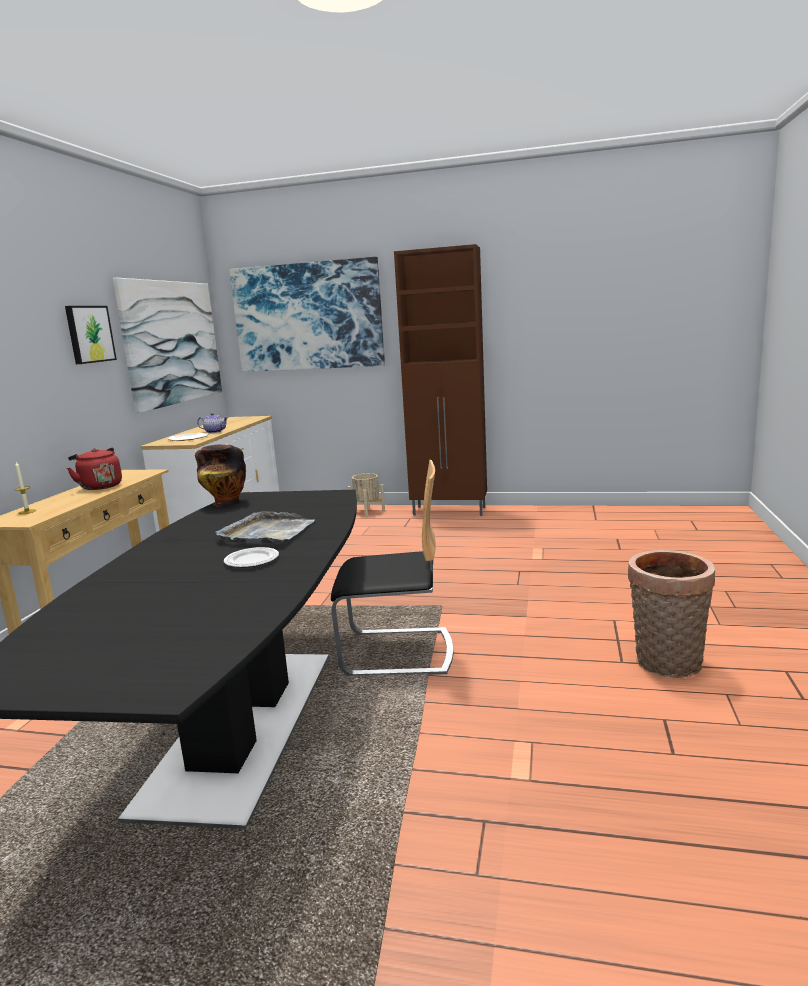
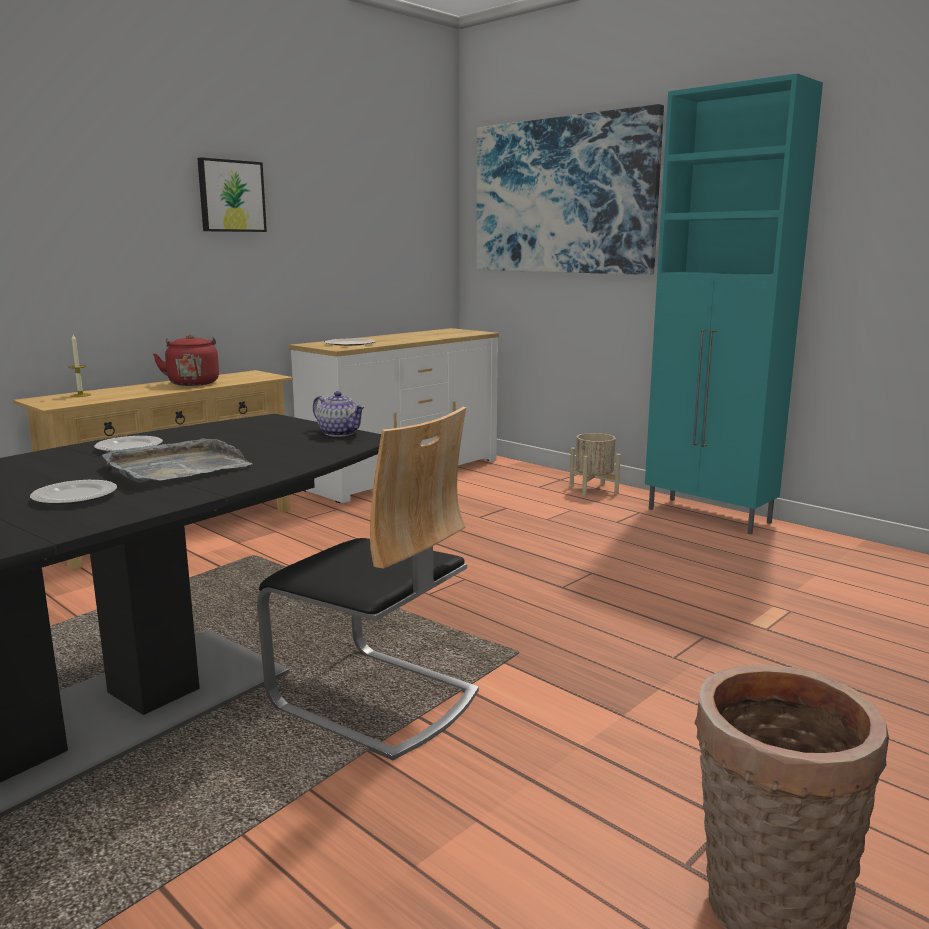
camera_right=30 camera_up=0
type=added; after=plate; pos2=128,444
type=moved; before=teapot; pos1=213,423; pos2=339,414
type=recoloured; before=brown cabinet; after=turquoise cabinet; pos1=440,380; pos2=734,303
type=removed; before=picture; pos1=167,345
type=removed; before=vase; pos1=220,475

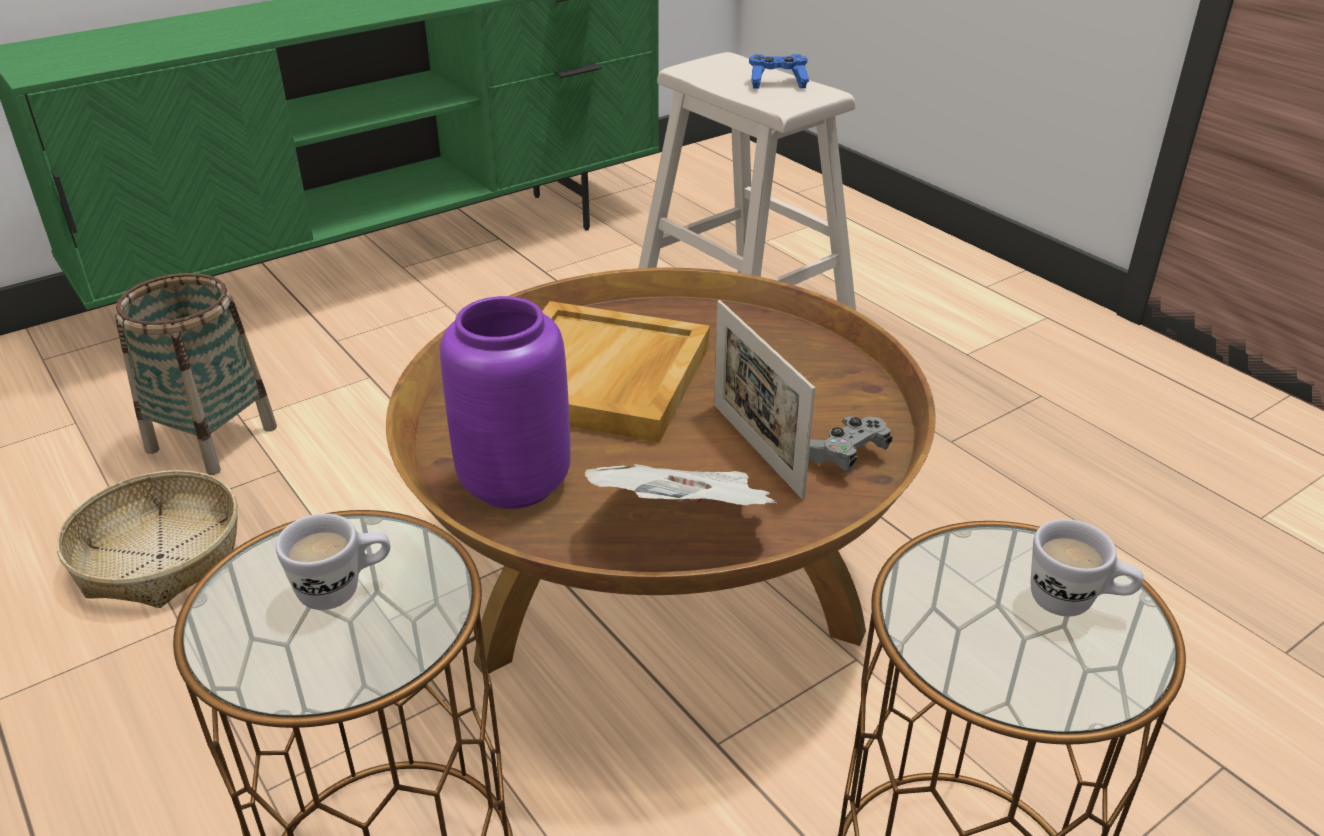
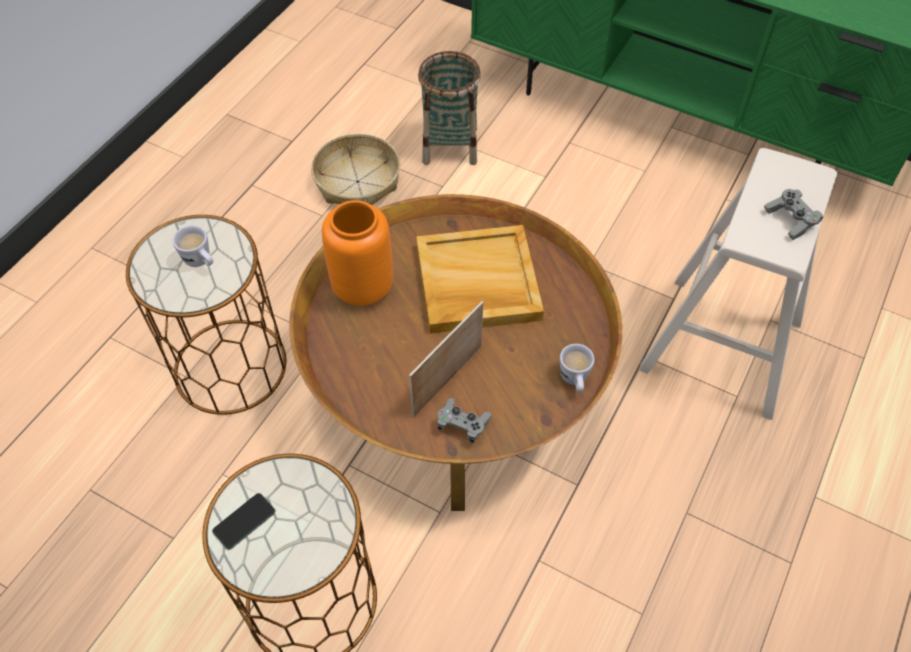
camera_right=65 camera_up=20
type=added; after=phone; pos2=243,521
type=recoloured; before=purple vase; after=orange vase; pos1=505,402; pos2=357,253
type=moved; before=white mug; pos1=1087,567; pos2=577,368
type=recoloured; before=blue game controller; after=grey game controller; pos1=779,71; pos2=793,214
type=removed; before=newspaper; pos1=681,484

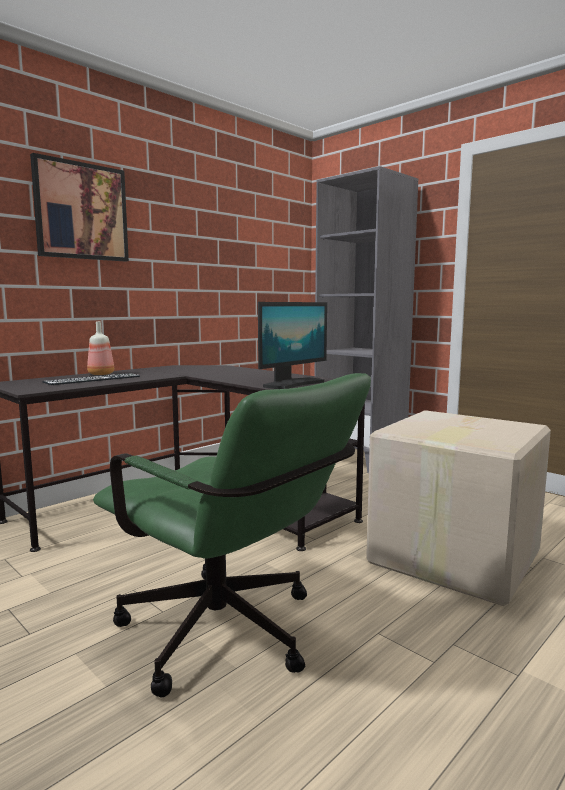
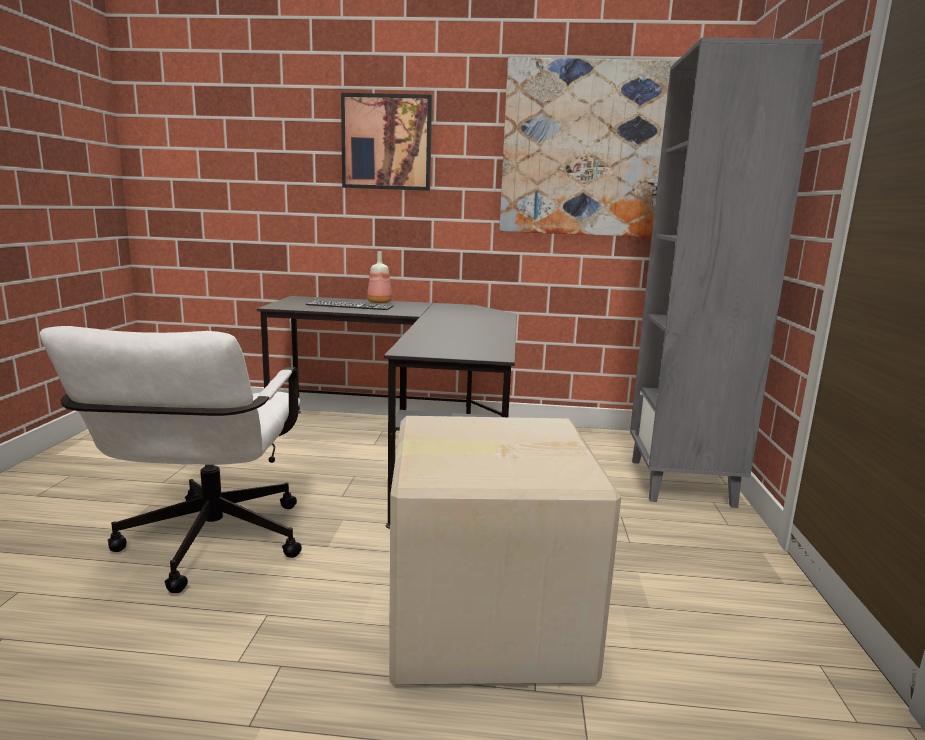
camera_right=50 camera_up=5
type=recoloured; before=green office chair; after=white office chair; pos1=232,535; pos2=171,459
type=added; after=picture; pos2=588,147
type=removed; before=monitor; pos1=292,345

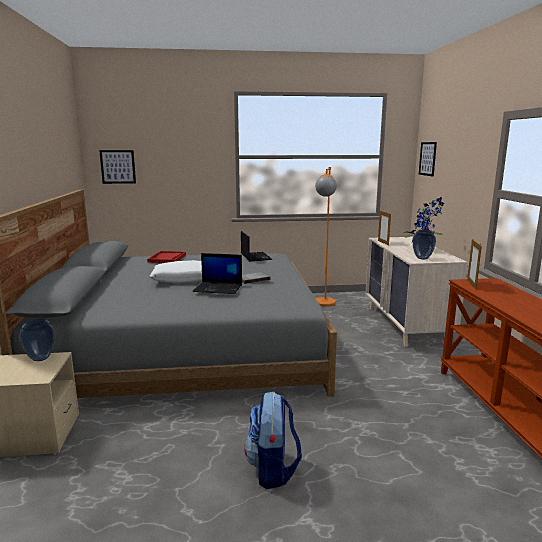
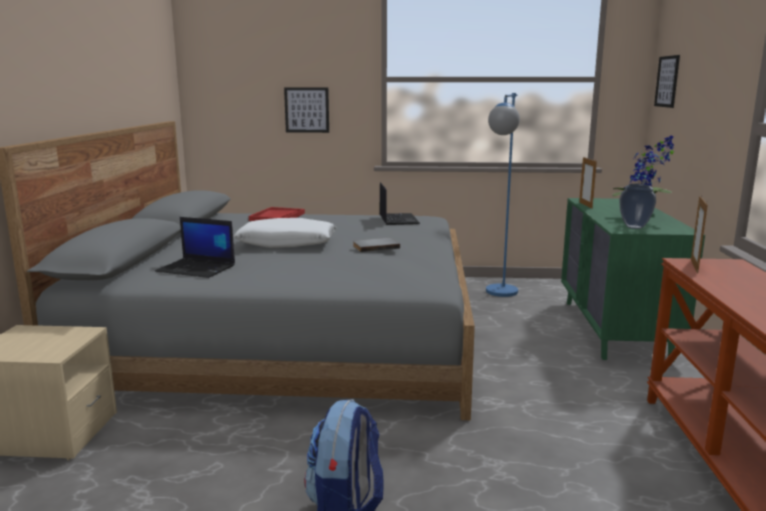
camera_right=10 camera_up=0
type=moved; before=laptop; pos1=217,273; pos2=195,247
type=moved; before=picture; pos1=117,167; pos2=306,110
type=recoloured; before=orange floor lamp; after=blue floor lamp; pos1=326,237; pos2=503,195
type=recoloured; before=beige dresser; after=green dresser; pos1=416,292; pos2=633,280
type=removed; before=vase; pos1=37,339

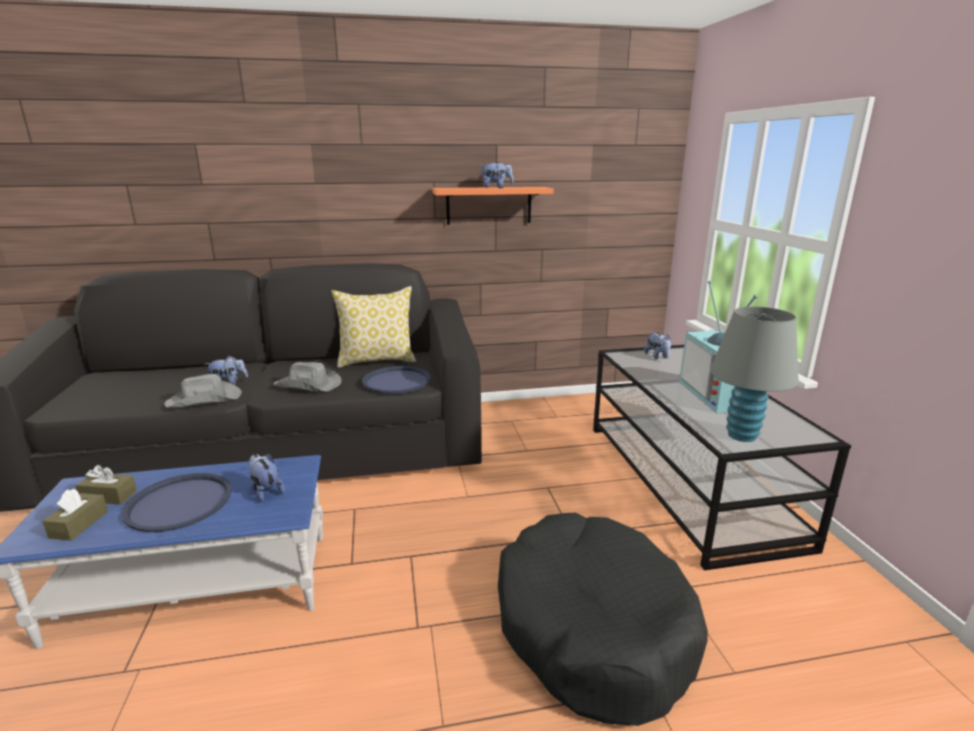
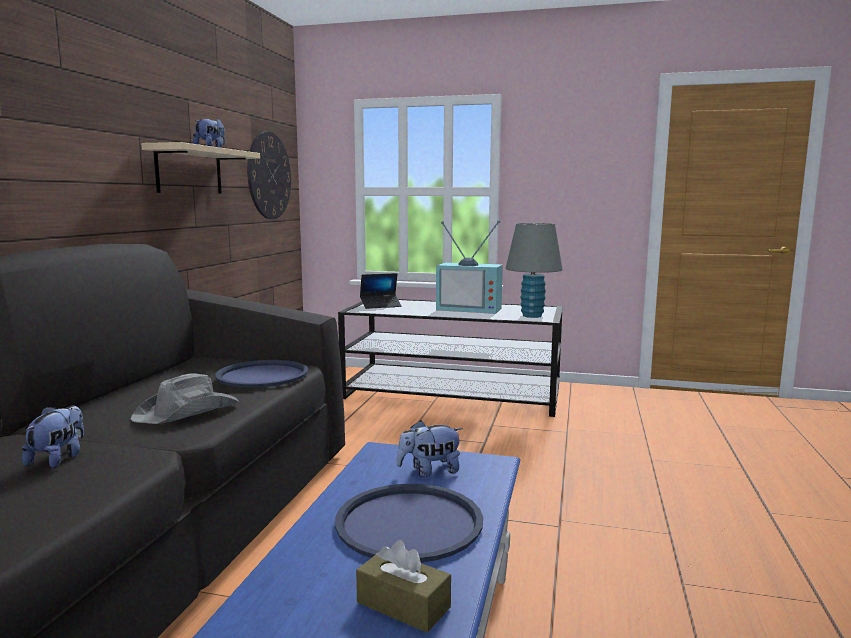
camera_right=-65 camera_up=-10
type=recoloured; before=orange shelf; after=beige shelf; pos1=493,206; pos2=200,168
type=added; after=wall clock; pos2=269,175
type=replaced; before=plush toy; after=laptop; pos1=657,345; pos2=381,291
type=removed; before=brown tissue box; pos1=106,484
type=removed; before=grey hat; pos1=203,391
type=removed; before=pillow; pos1=373,327
type=removed; before=black dog bed; pos1=603,619

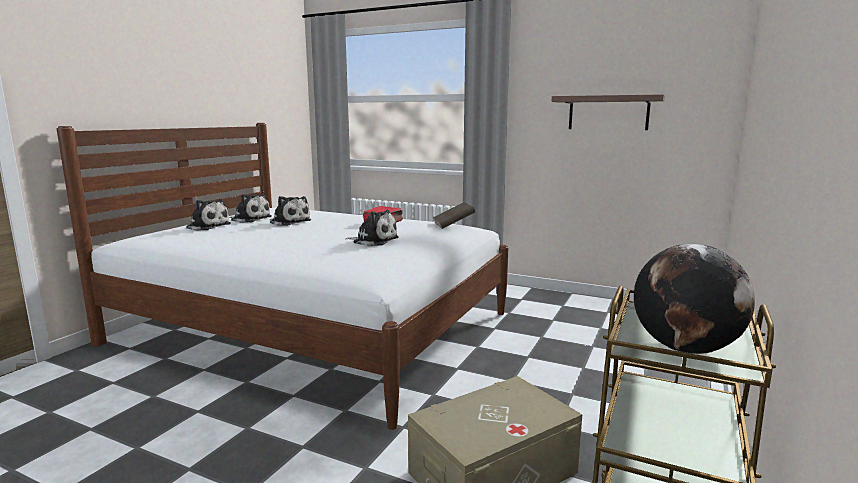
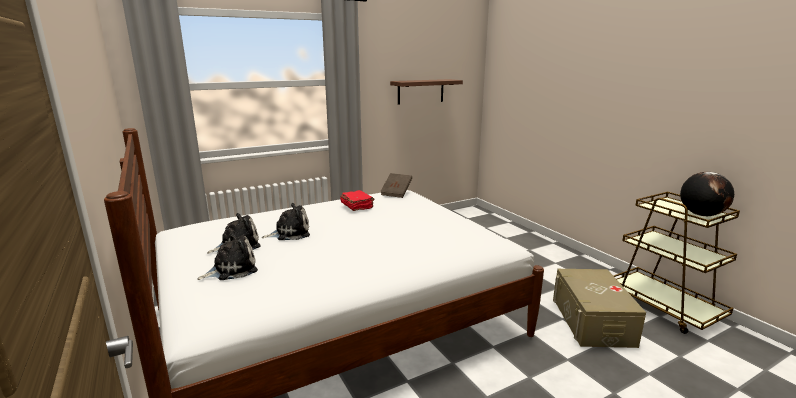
camera_right=-55 camera_up=5
type=removed; before=plush toy; pos1=373,228

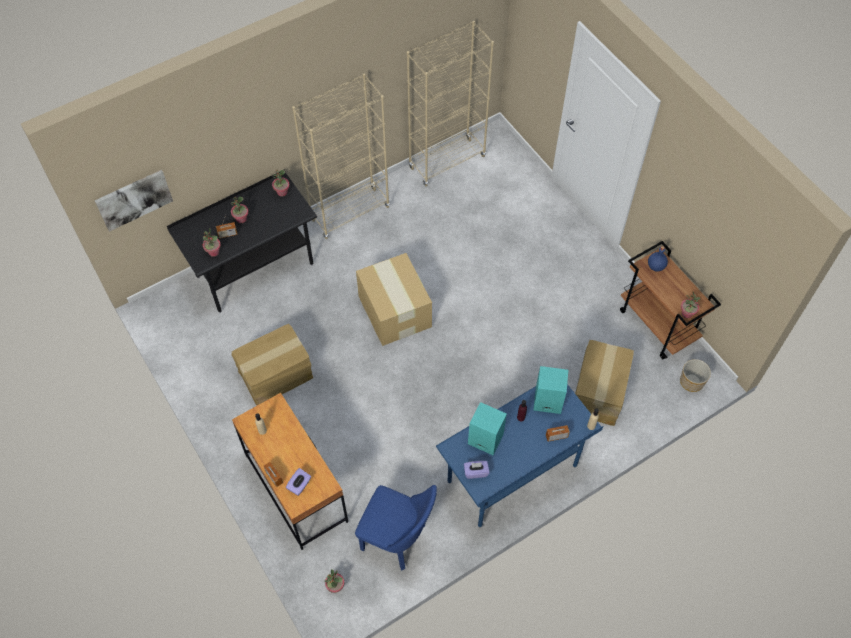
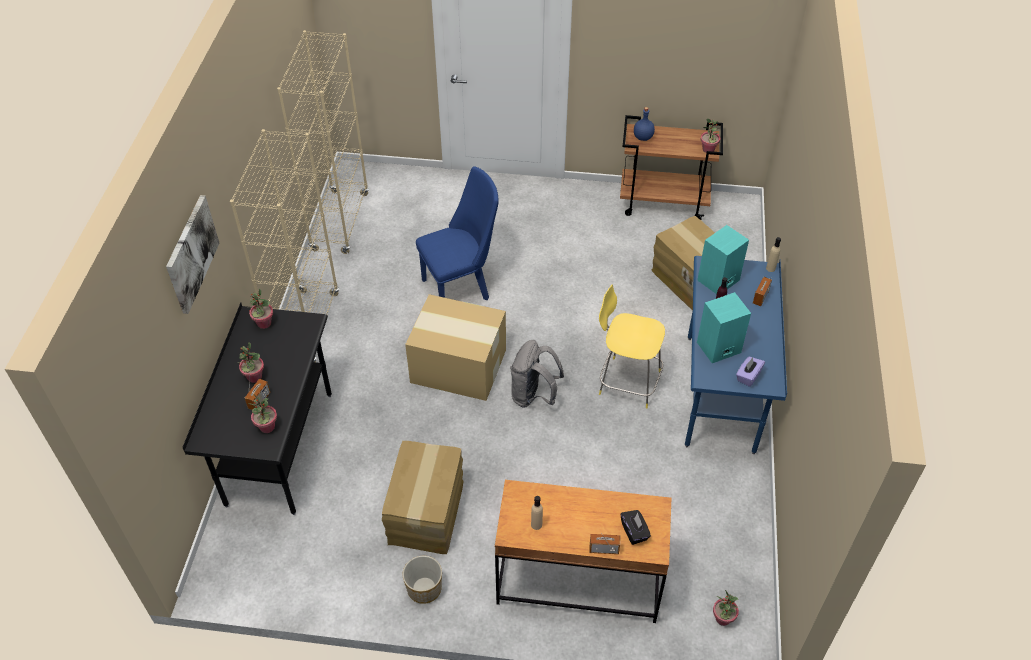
camera_right=-50 camera_up=-10
type=moved; before=picture; pos1=134,201; pos2=192,254
type=moved; before=planter; pos1=695,375; pos2=422,580
type=moved; before=blue chair; pos1=396,528; pos2=457,233
type=added; after=grey backpack; pos2=537,374
type=added; after=yellow stool; pos2=632,347
type=recoloured; before=purple tissue box; after=black tissue box; pos1=298,482; pos2=636,527

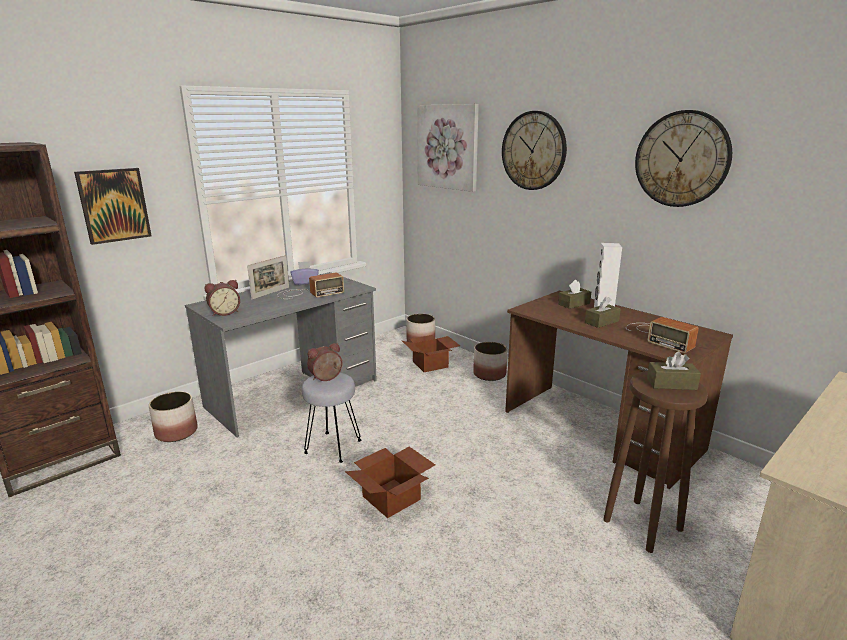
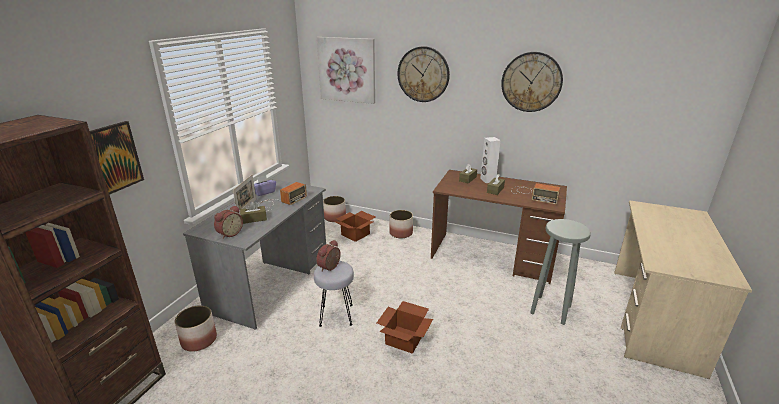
camera_right=-25 camera_up=5
type=moved; before=brown tissue box; pos1=674,371; pos2=253,212
type=recoloured; before=brown stool; after=grey stool; pos1=655,462; pos2=560,272

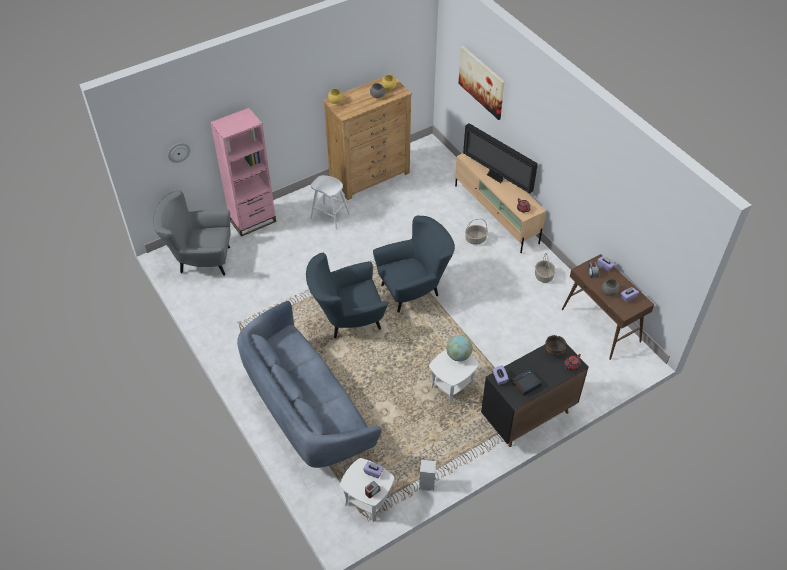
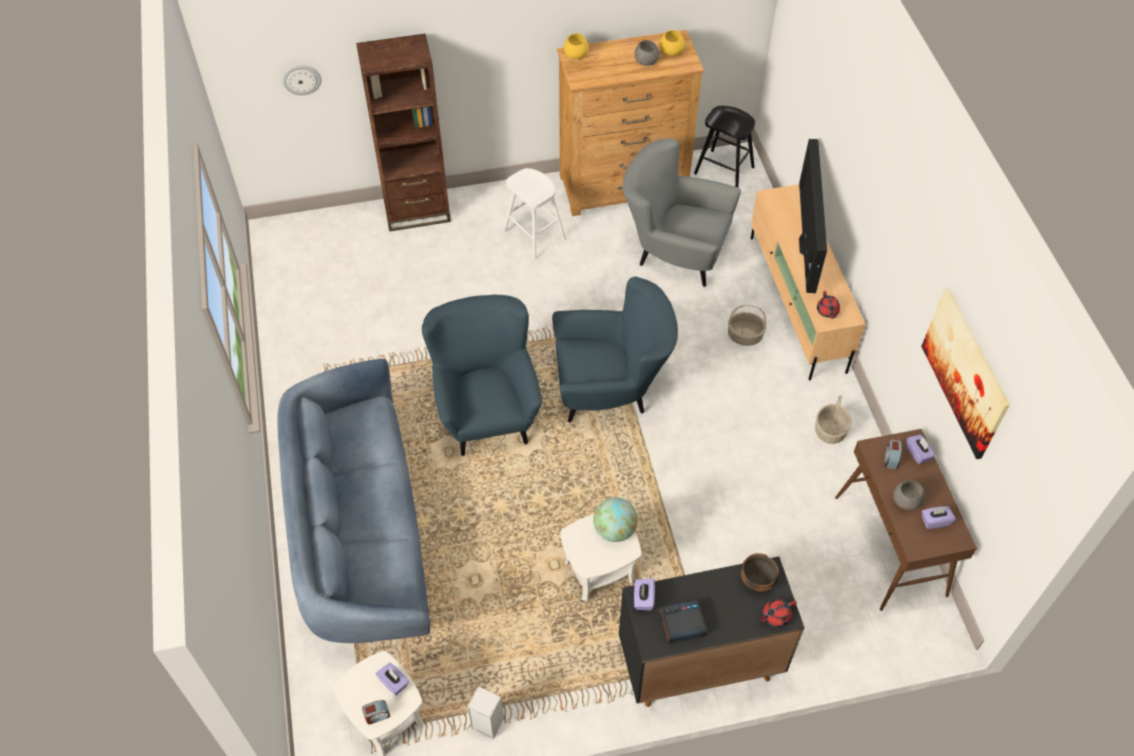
camera_right=20 camera_up=5
type=recoloured; before=pink bookcase; after=brown bookcase; pos1=243,172; pos2=403,133
type=turned; before=blue armchair; pos1=347,295; pos2=482,375; turn=75
type=moved; before=grey armchair; pos1=191,233; pos2=682,212
type=added; after=black stool; pos2=724,146
type=turned; before=television; pos1=500,158; pos2=813,216; turn=-150
type=moved; before=picture; pos1=481,83; pos2=965,373

